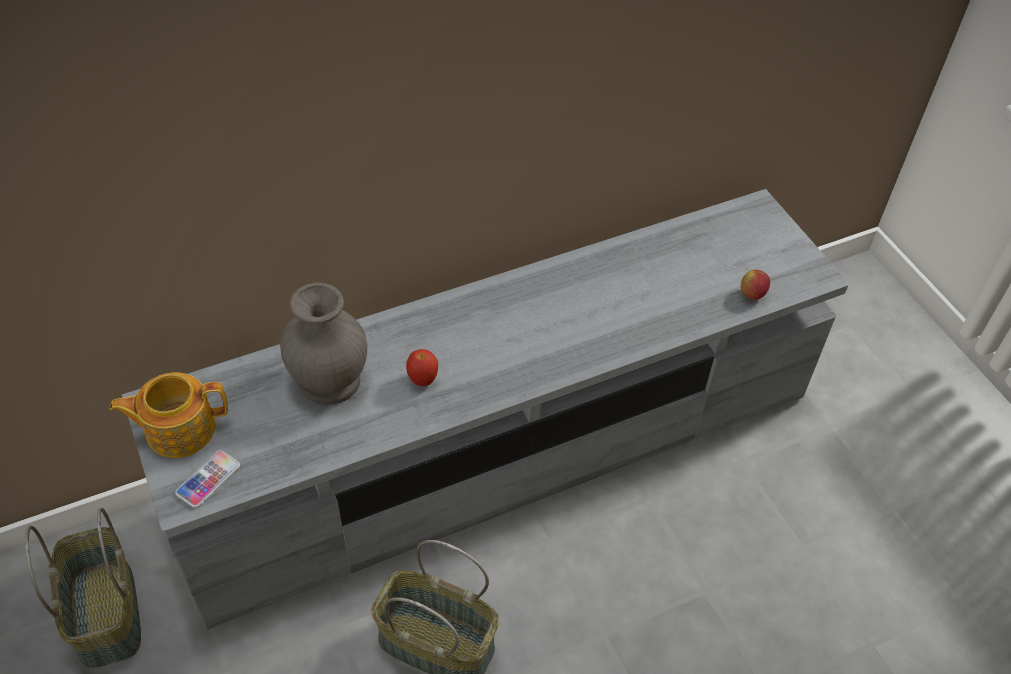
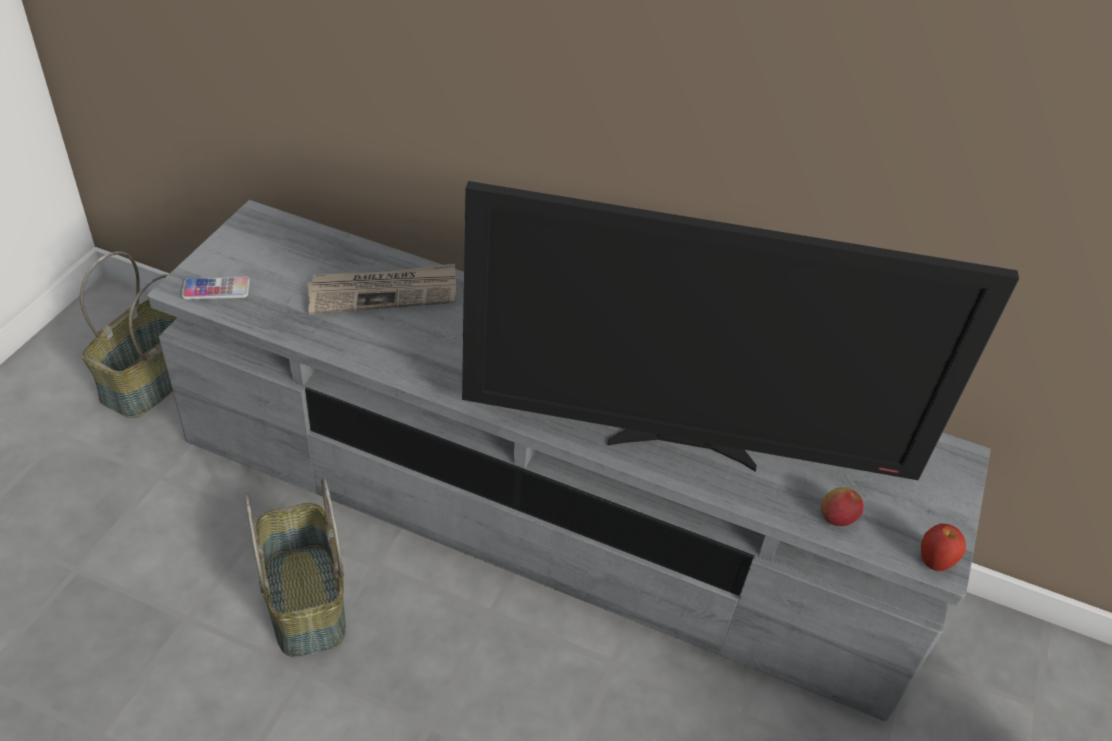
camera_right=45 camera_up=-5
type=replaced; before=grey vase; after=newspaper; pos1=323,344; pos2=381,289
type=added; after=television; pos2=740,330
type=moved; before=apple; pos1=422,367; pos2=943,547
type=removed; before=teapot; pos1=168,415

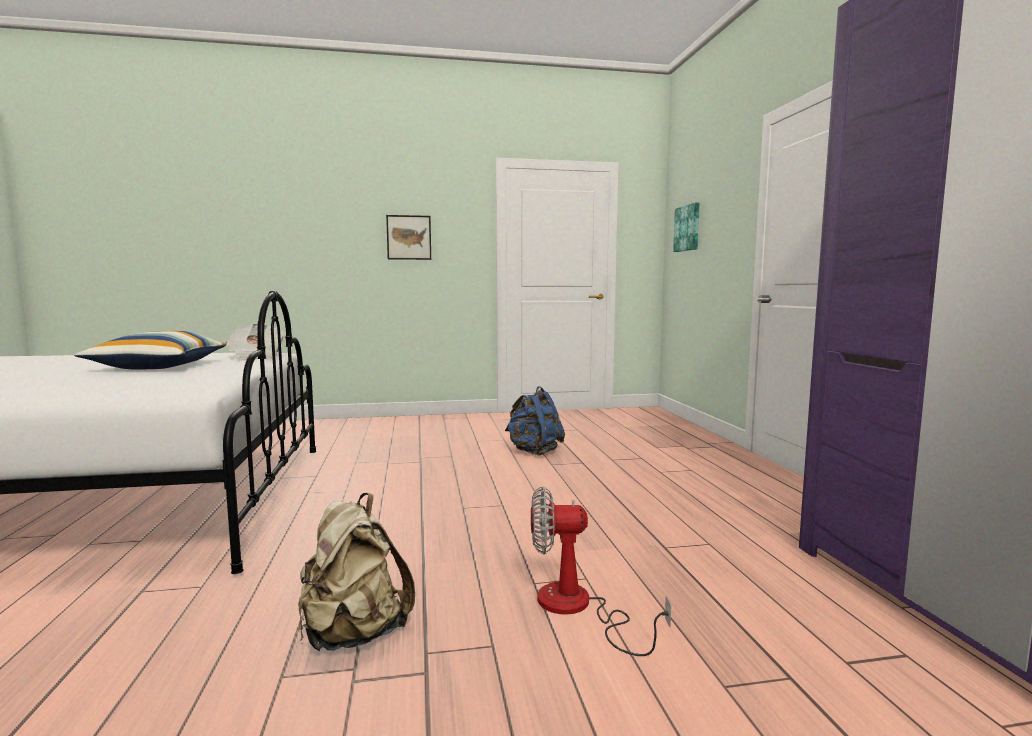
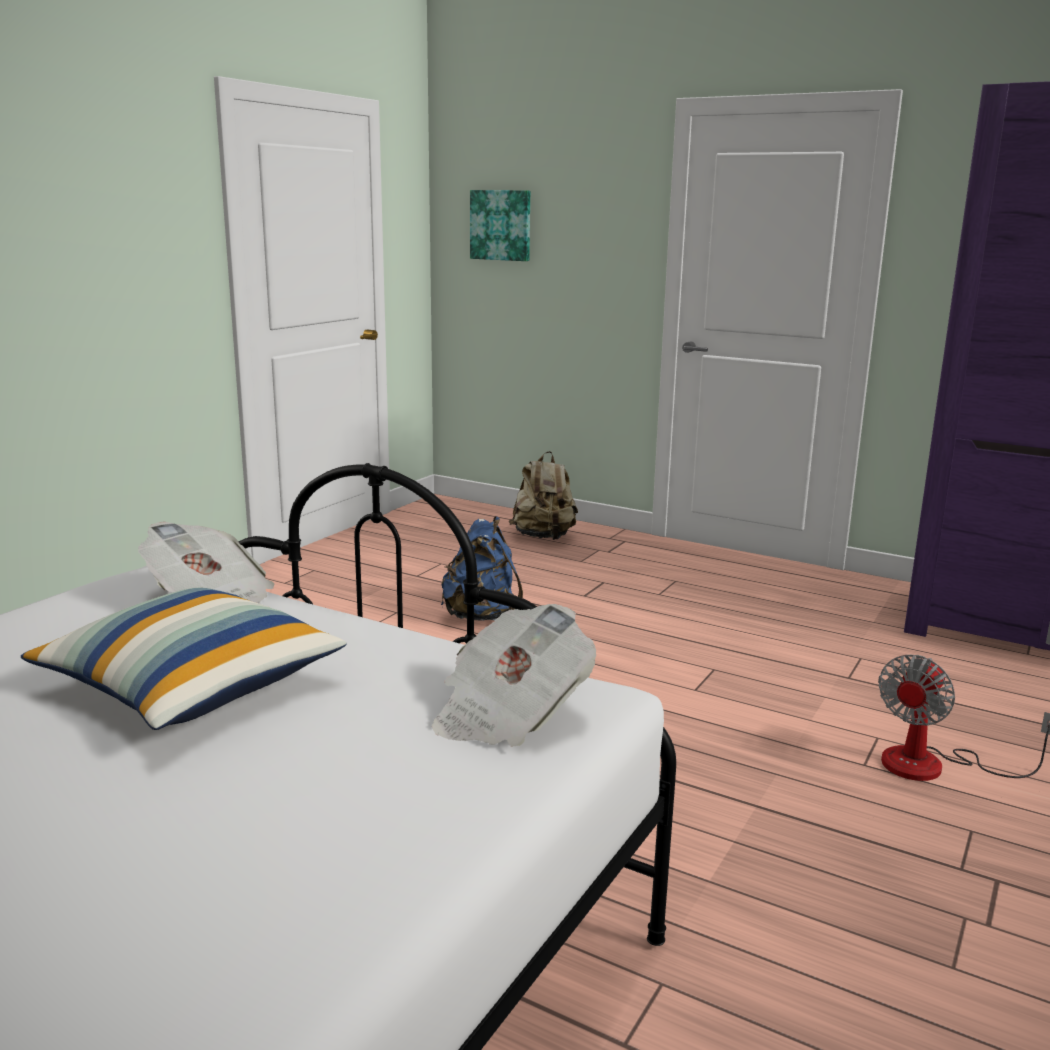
camera_right=-50 camera_up=10
type=added; after=newspaper; pos2=514,675
type=moved; before=beige backpack; pos1=356,572; pos2=543,495
type=removed; before=picture; pos1=408,237

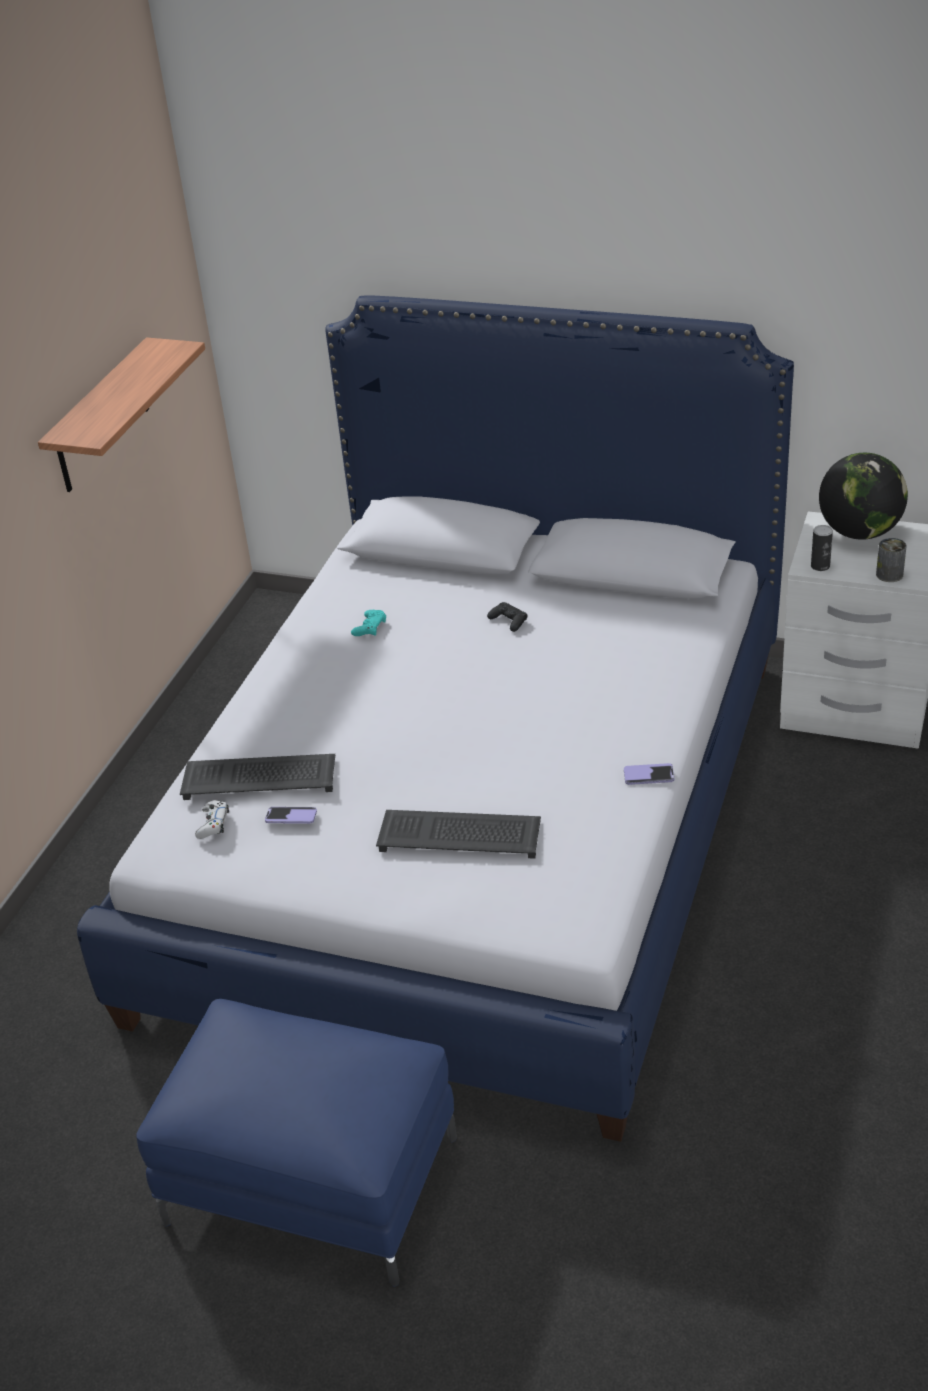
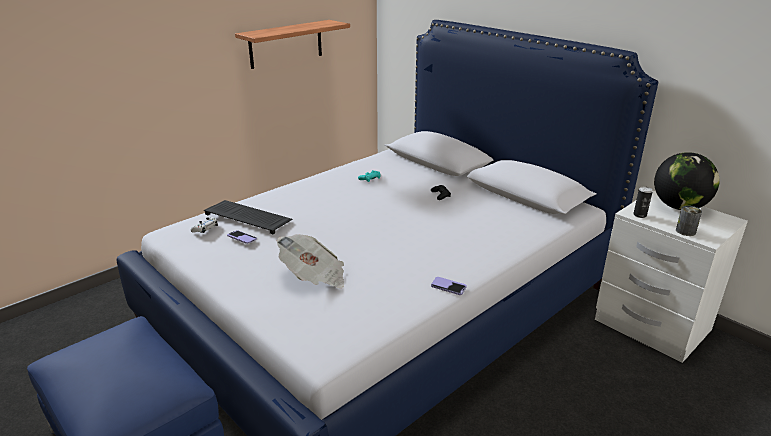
camera_right=25 camera_up=-10
type=replaced; before=keyboard; after=newspaper; pos1=458,834; pos2=310,261

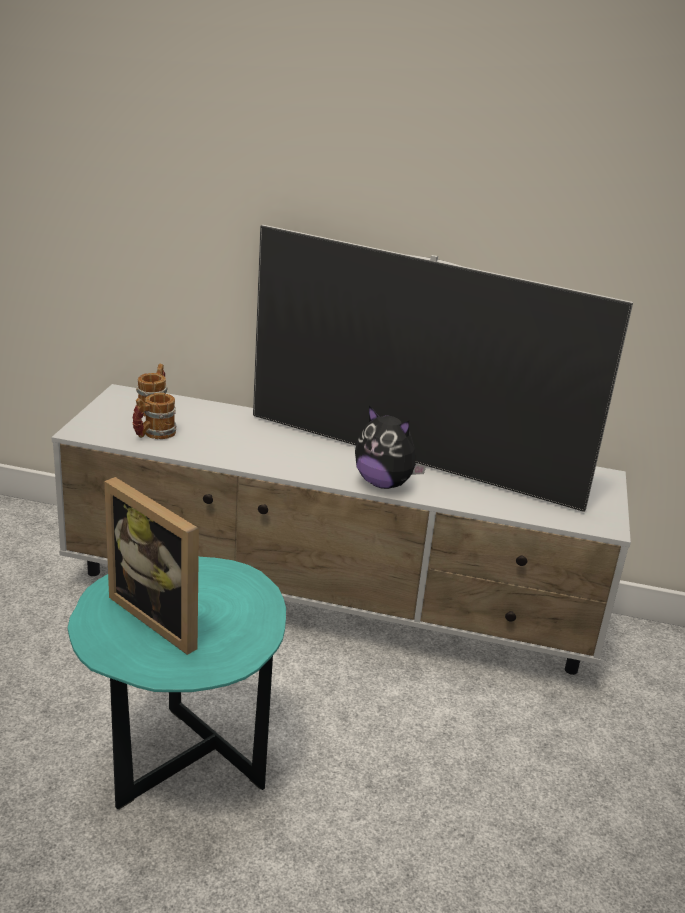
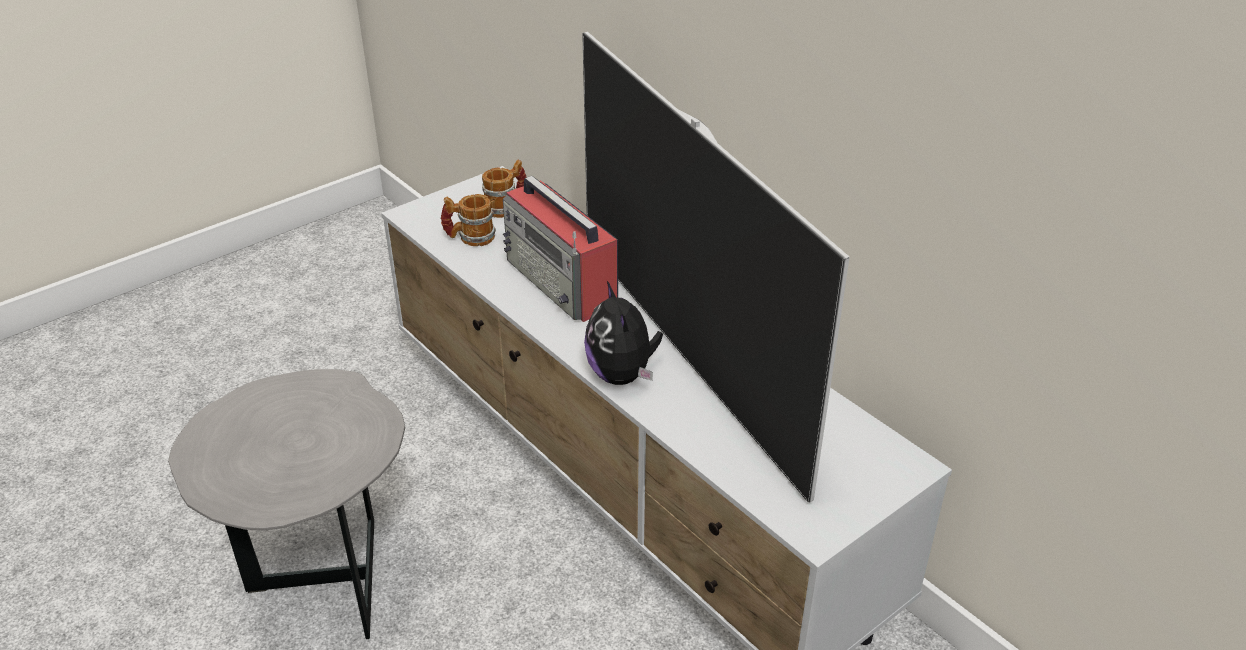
camera_right=40 camera_up=10
type=recoloured; before=turquoise side table; after=grey side table; pos1=177,682; pos2=286,504
type=added; after=radio; pos2=560,249
type=removed; before=picture frame; pos1=151,566

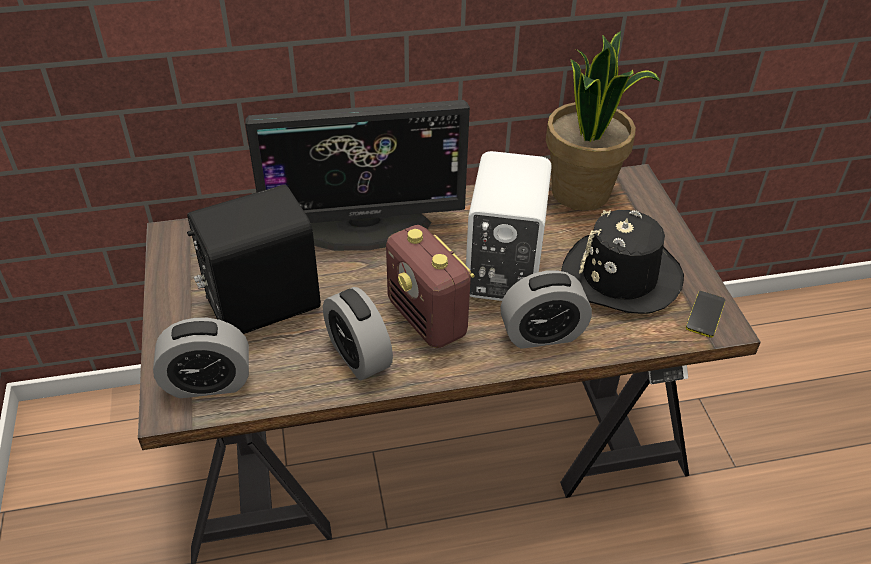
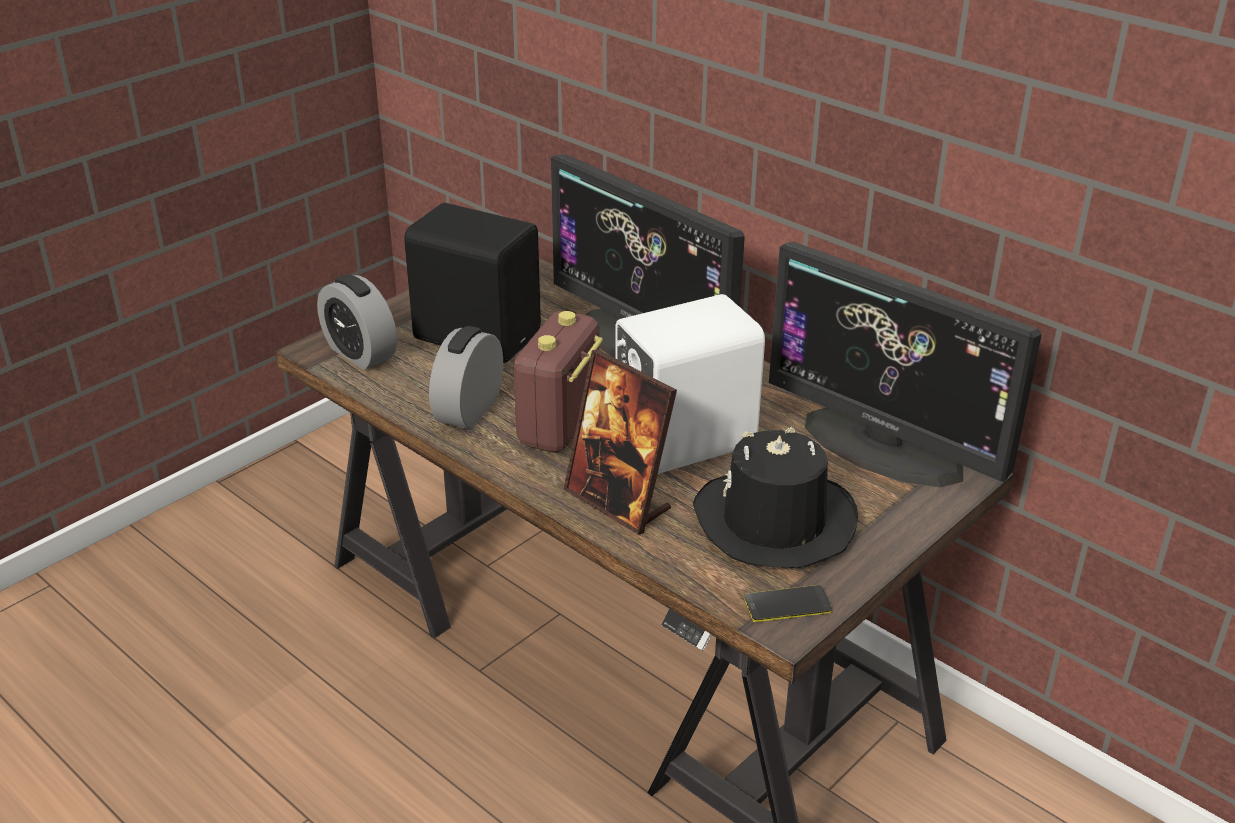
camera_right=55 camera_up=-10
type=replaced; before=alarm clock; after=picture frame; pos1=546,309; pos2=620,442
type=replaced; before=potted plant; after=monitor; pos1=603,120; pos2=905,365

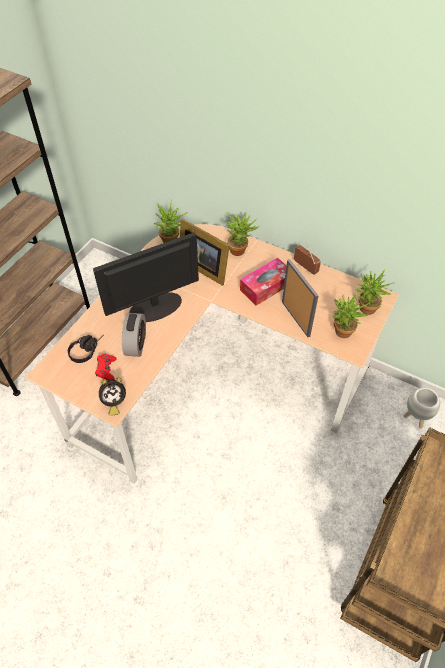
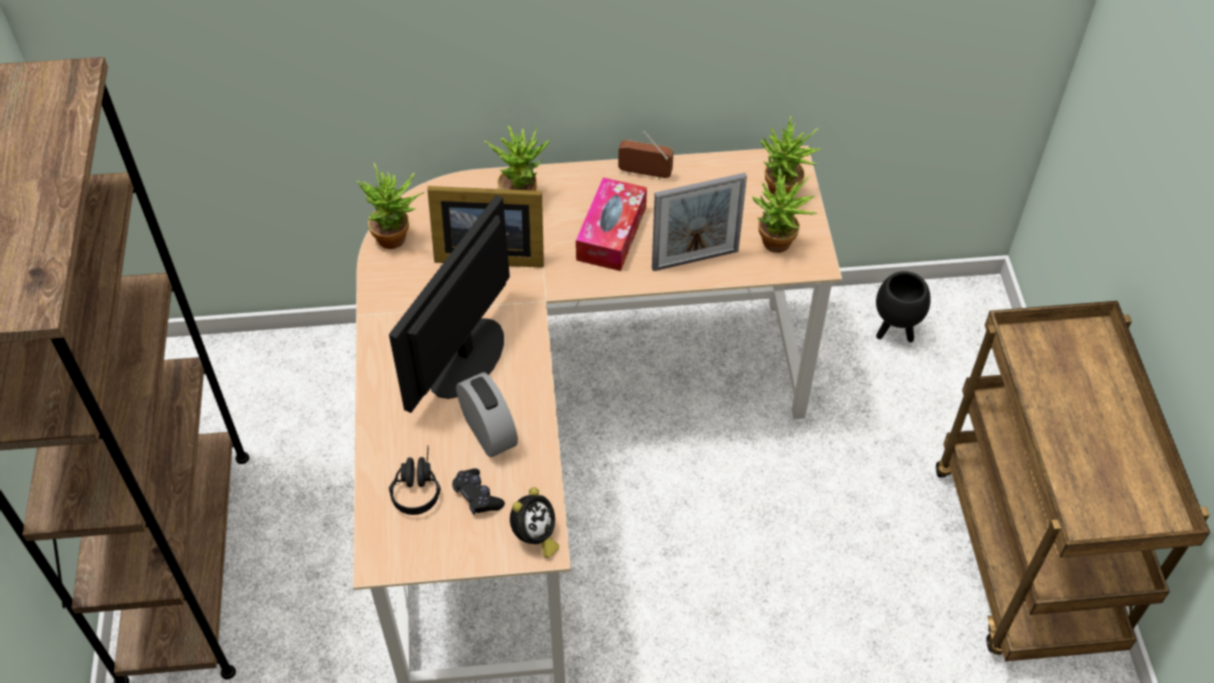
camera_right=-35 camera_up=0
type=recoloured; before=red game controller; after=black game controller; pos1=106,366; pos2=478,491
type=turned; before=picture frame; pos1=300,298; pos2=699,222; turn=135
type=recoloured; before=white planter; after=black planter; pos1=421,408; pos2=903,306

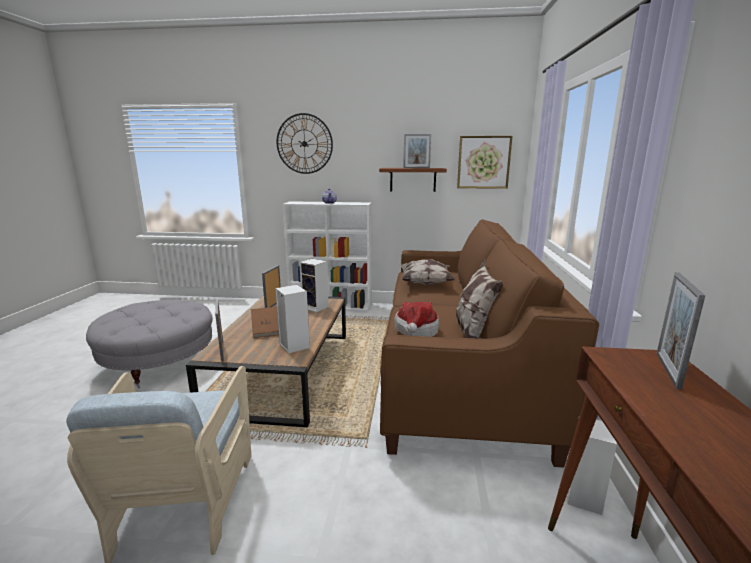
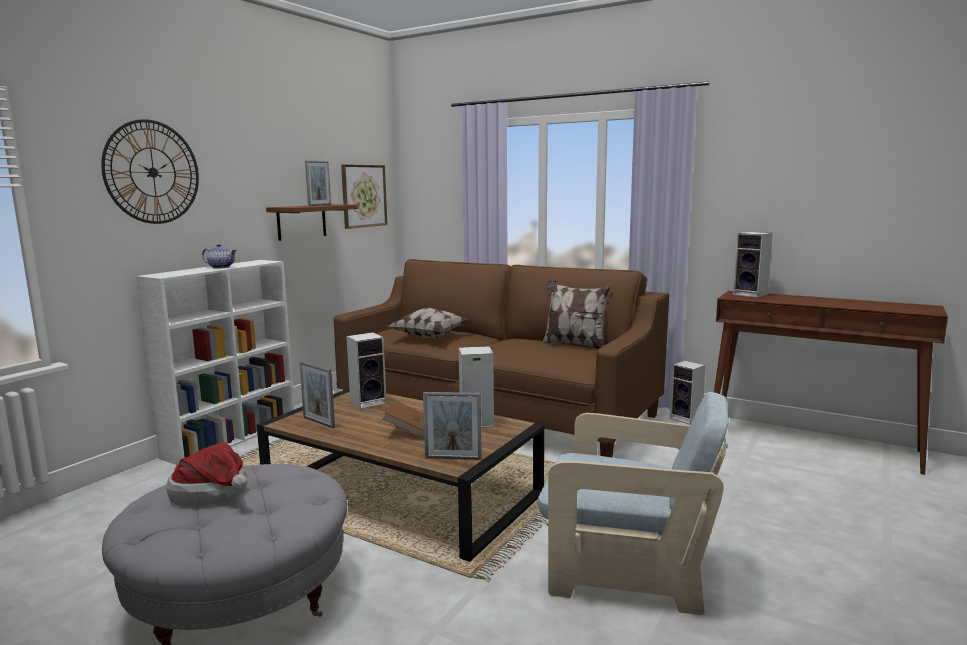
camera_right=-65 camera_up=-5
type=moved; before=hat; pos1=416,319; pos2=207,474
type=replaced; before=picture frame; after=speaker; pos1=681,331; pos2=753,265

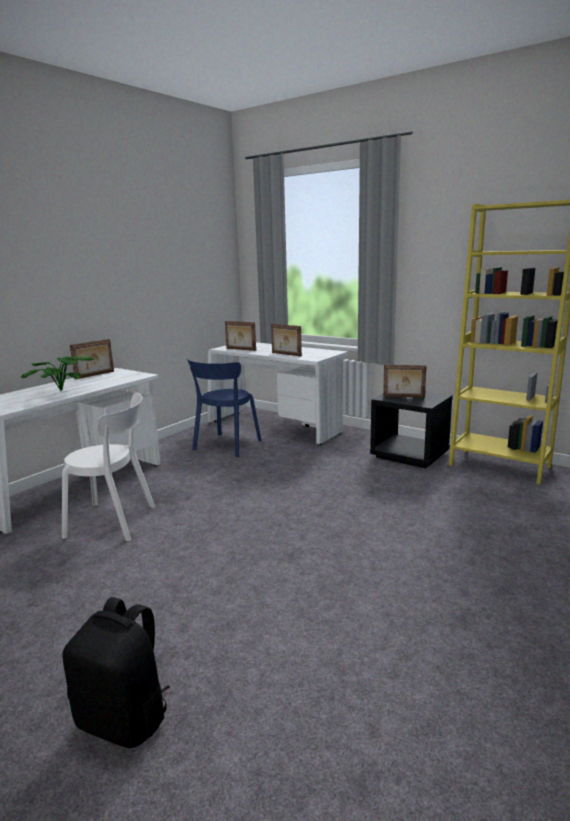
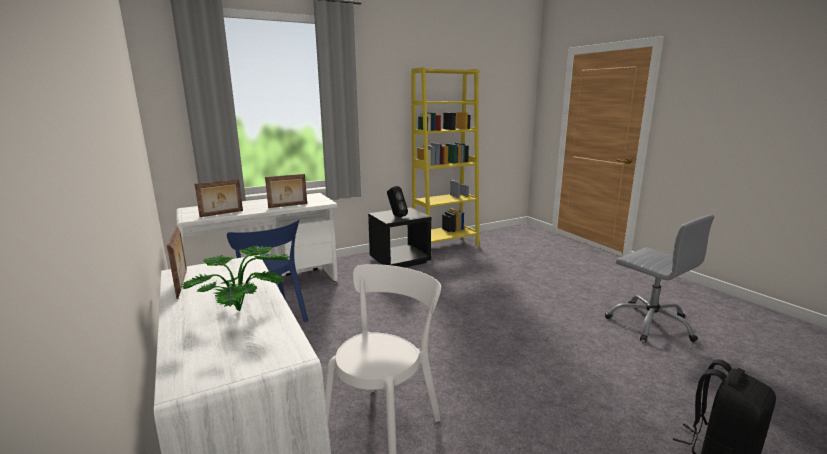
camera_right=-65 camera_up=0
type=replaced; before=picture frame; after=black speaker; pos1=405,381; pos2=397,201
type=added; after=grey office chair; pos2=660,278

